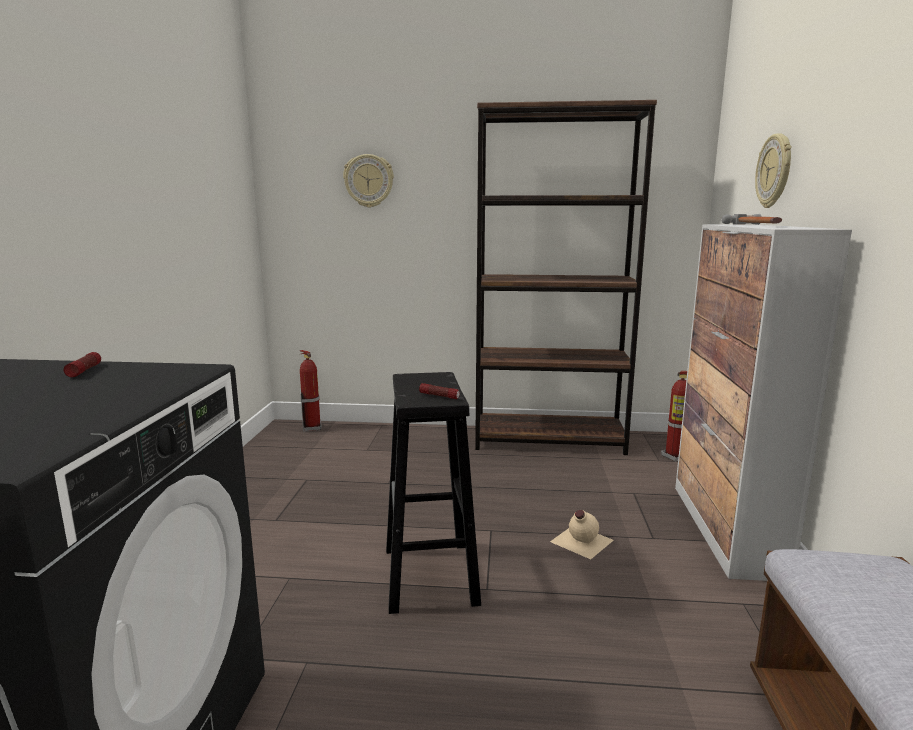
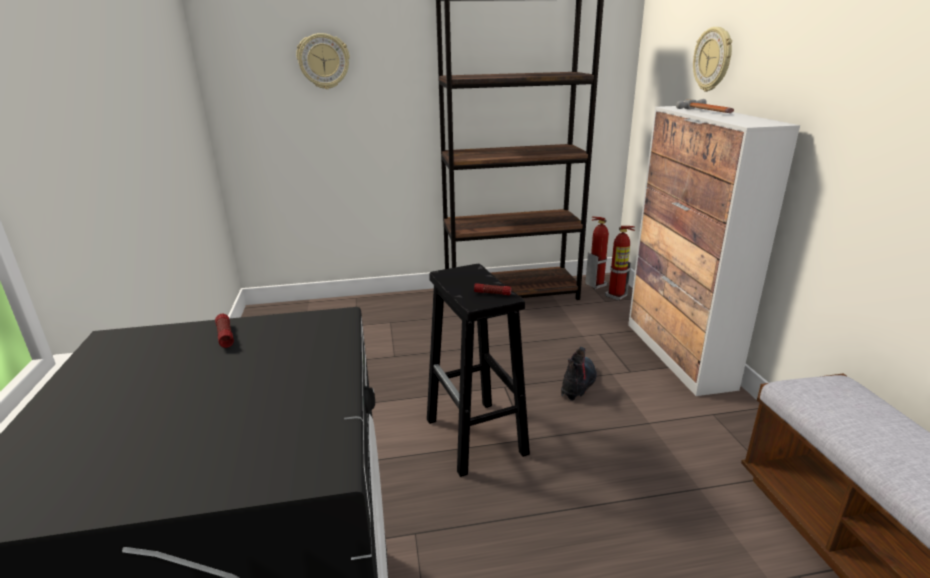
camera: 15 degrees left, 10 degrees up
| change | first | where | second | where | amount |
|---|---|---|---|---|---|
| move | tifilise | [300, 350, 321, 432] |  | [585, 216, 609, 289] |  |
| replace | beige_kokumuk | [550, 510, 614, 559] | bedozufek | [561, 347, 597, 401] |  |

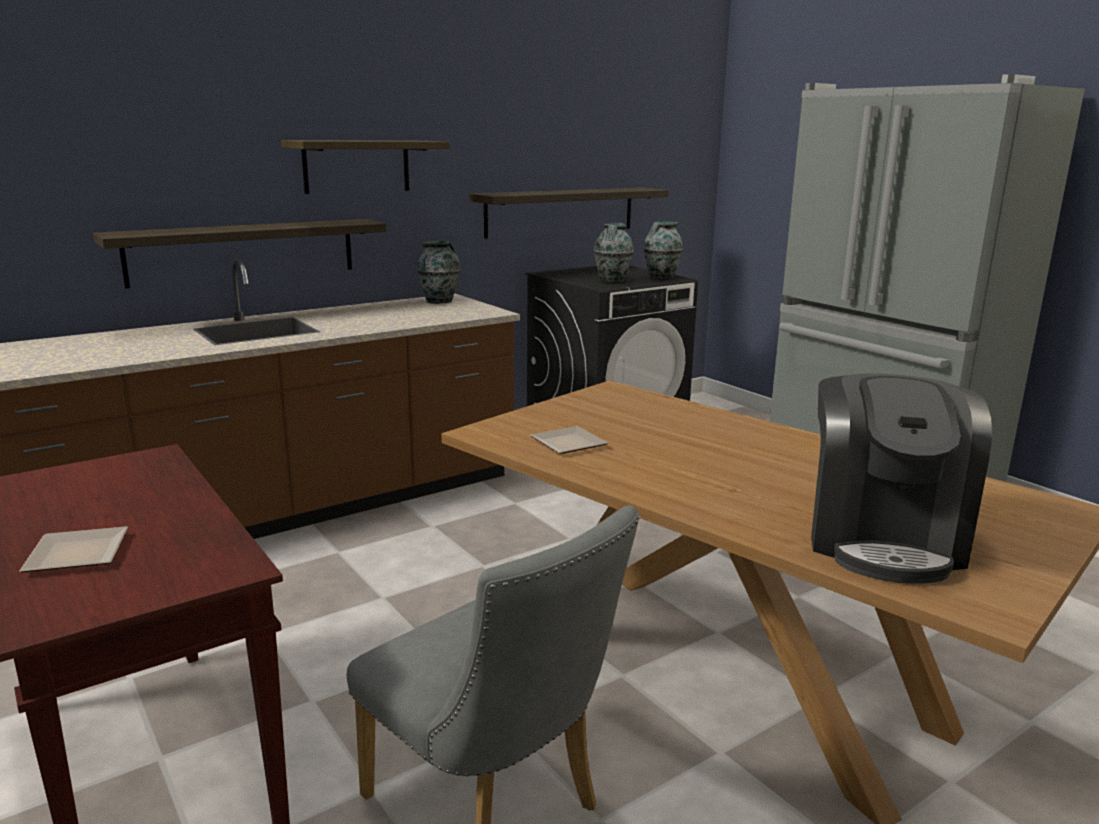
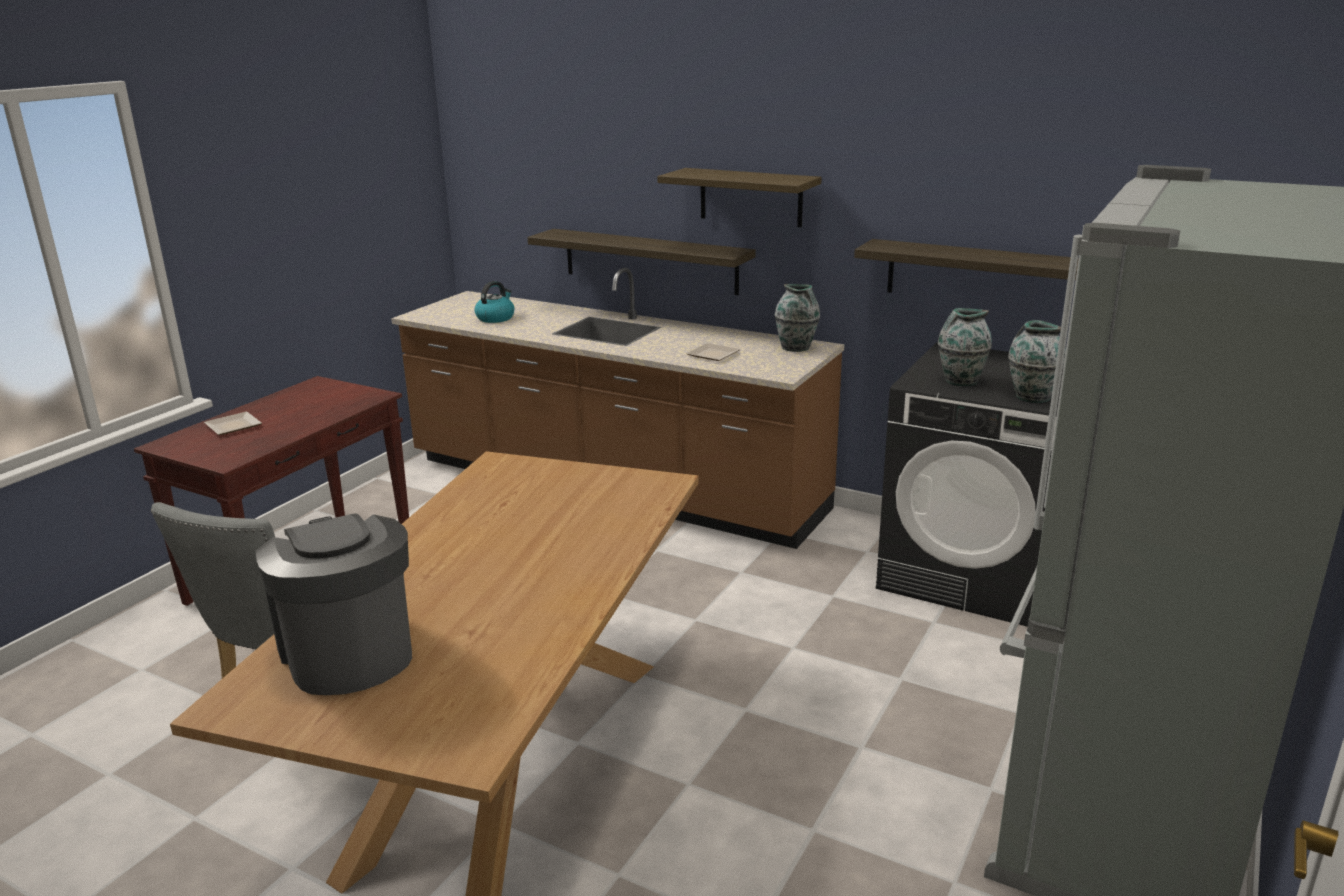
camera: 65 degrees right, 5 degrees up
| change | first | where | second | where | amount |
|---|---|---|---|---|---|
| rotate | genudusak | [811, 373, 992, 584] |  | [256, 513, 412, 695] | 75 degrees clockwise |
| move | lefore | [530, 426, 608, 454] |  | [686, 343, 740, 361] |  |
| insert |  |  | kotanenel | [474, 281, 514, 323] |  |

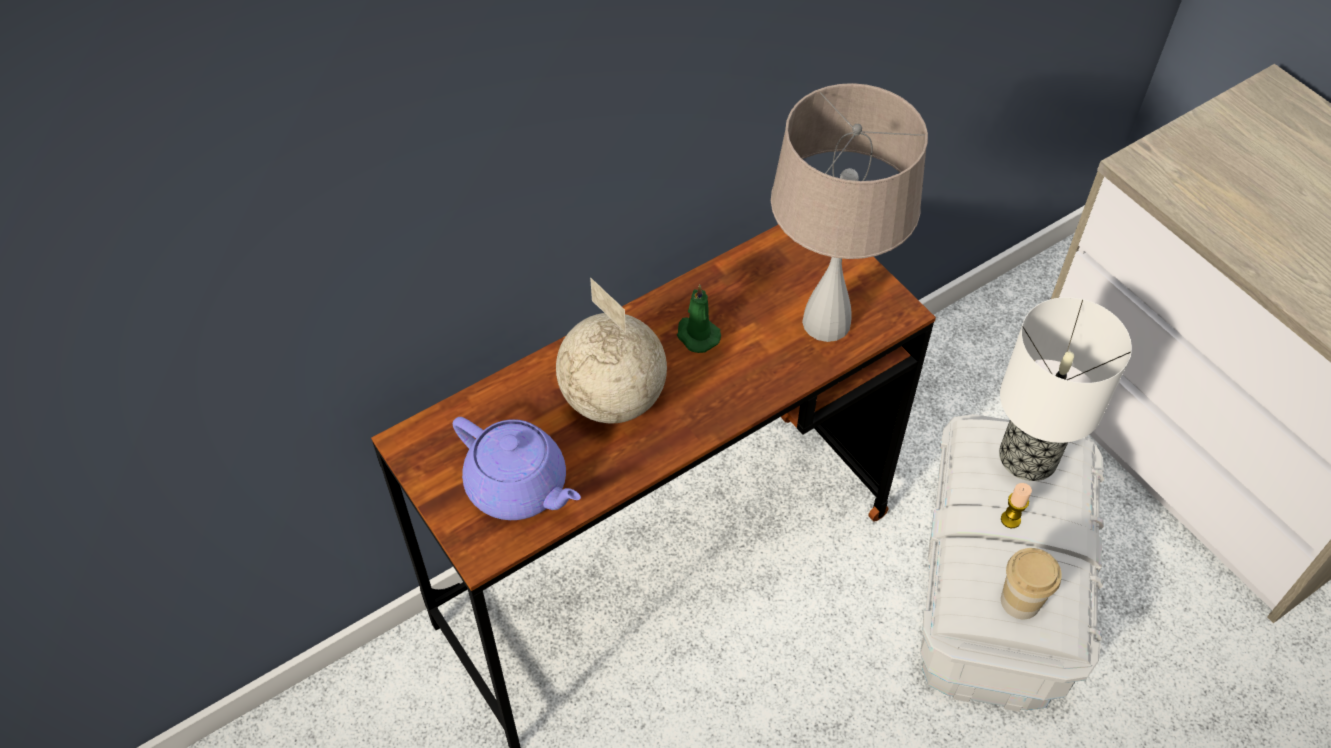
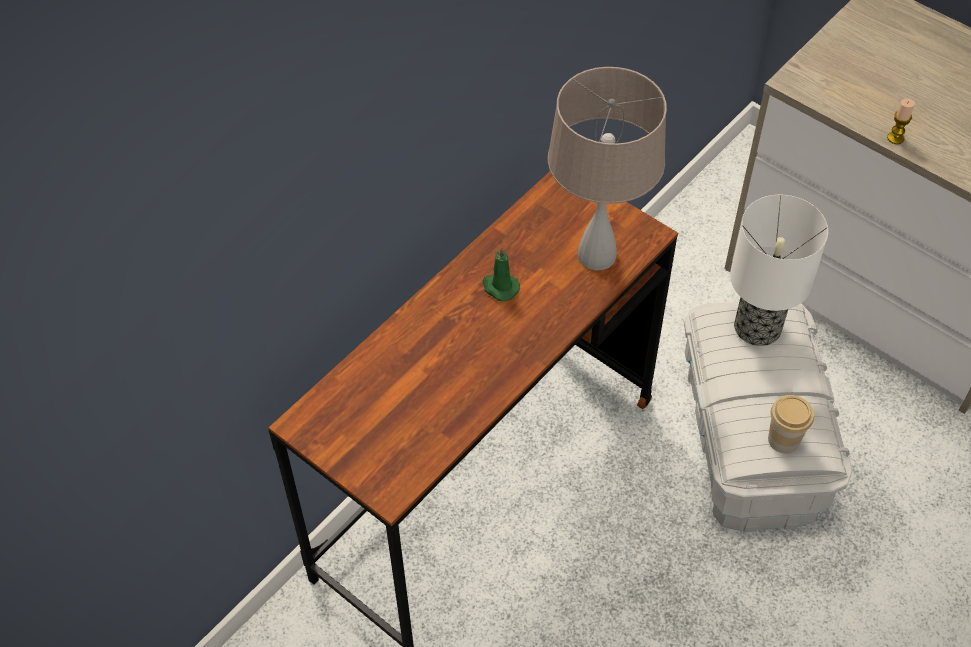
camera: 15 degrees left, 0 degrees up
| change | first | where | second | where | amount |
|---|---|---|---|---|---|
| delete | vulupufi | [556, 277, 667, 423] |  |  |  |
| delete | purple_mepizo | [453, 417, 581, 520] |  |  |  |
| move | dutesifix | [1001, 483, 1032, 528] |  | [887, 99, 915, 144] |  |

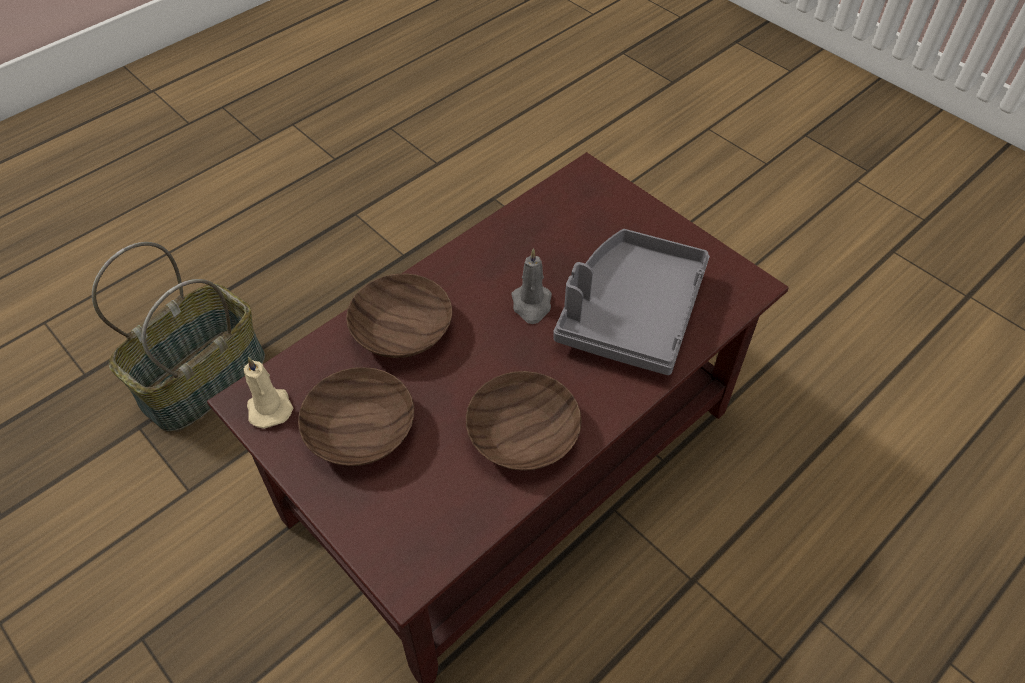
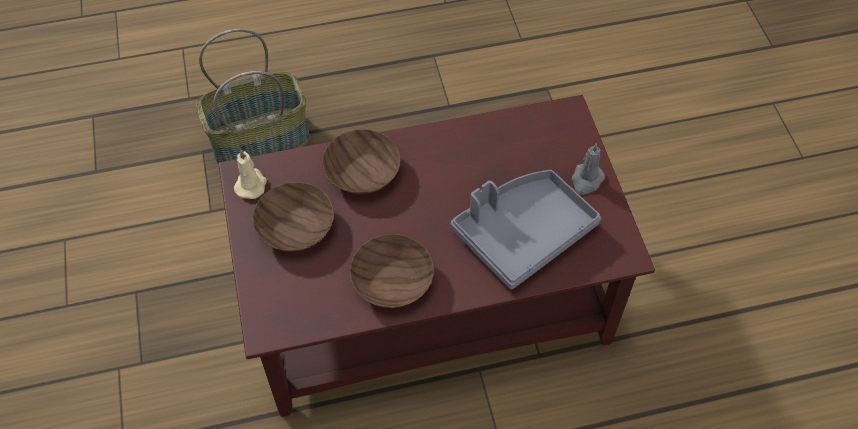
camera: 30 degrees right, 5 degrees up
| change | first | where | second | where | amount |
|---|---|---|---|---|---|
| move | grey_dutesifix | [512, 248, 552, 324] |  | [571, 142, 605, 195] |  |

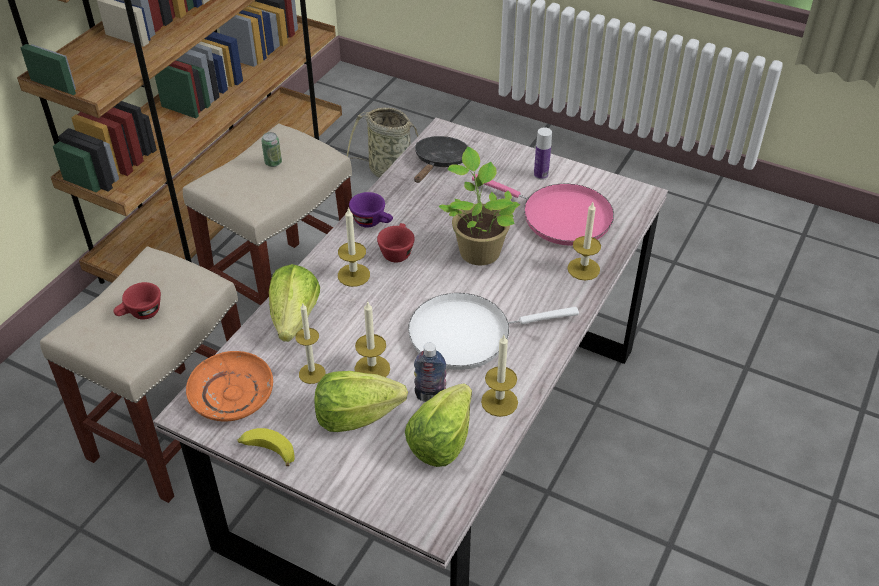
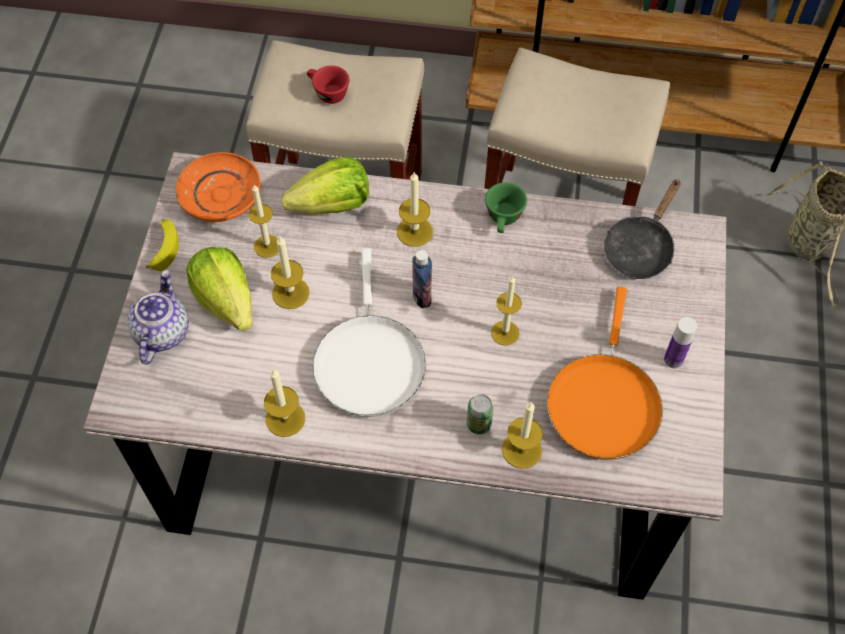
camera: 70 degrees right, 15 degrees up
| change | first | where | second | where | amount |
|---|---|---|---|---|---|
| move | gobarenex | [261, 132, 282, 167] |  | [467, 394, 494, 434] |  |
| rotate | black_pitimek | [414, 136, 468, 183] |  | [604, 179, 680, 279] | 120 degrees clockwise |
| replace | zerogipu | [439, 147, 520, 265] | dutesifix | [491, 276, 522, 346] |  |
| recolor | pink_pitimek | [472, 174, 614, 246] | orange_pitimek | [547, 286, 663, 460] |  |
| recolor | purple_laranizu | [349, 192, 393, 227] | green_laranizu | [485, 182, 527, 233] |  |
| delete | red_laranizu | [377, 223, 415, 262] |  |  |  |
| rotate | white_pitimek | [408, 293, 579, 370] |  | [312, 248, 426, 417] | 150 degrees counterclockwise |
| move | kokumuk | [414, 342, 447, 402] |  | [412, 250, 432, 308] |  |
| delete | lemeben | [405, 384, 472, 467] |  |  |  |
| insert |  |  | mepizo | [127, 270, 189, 364] |  |

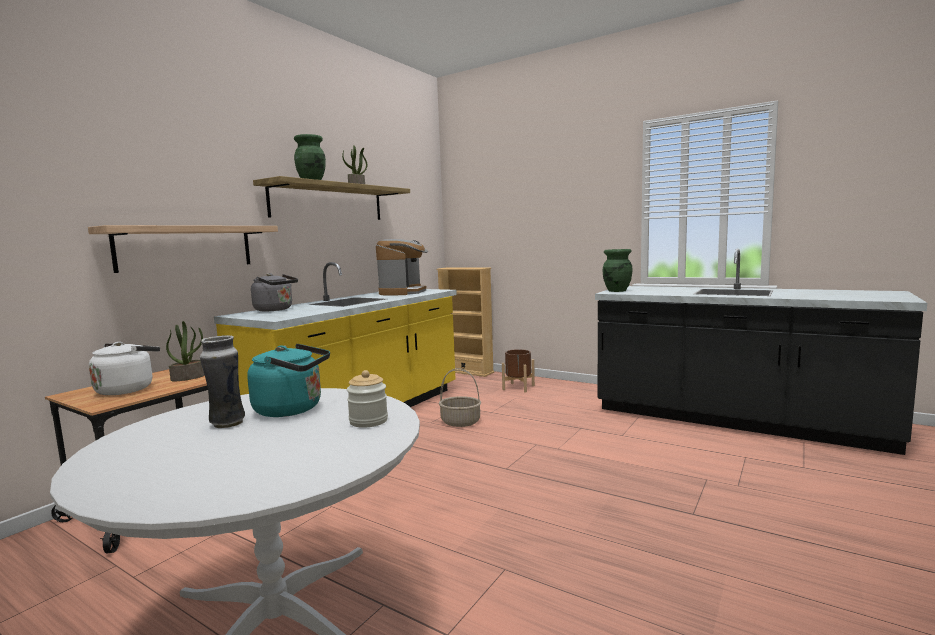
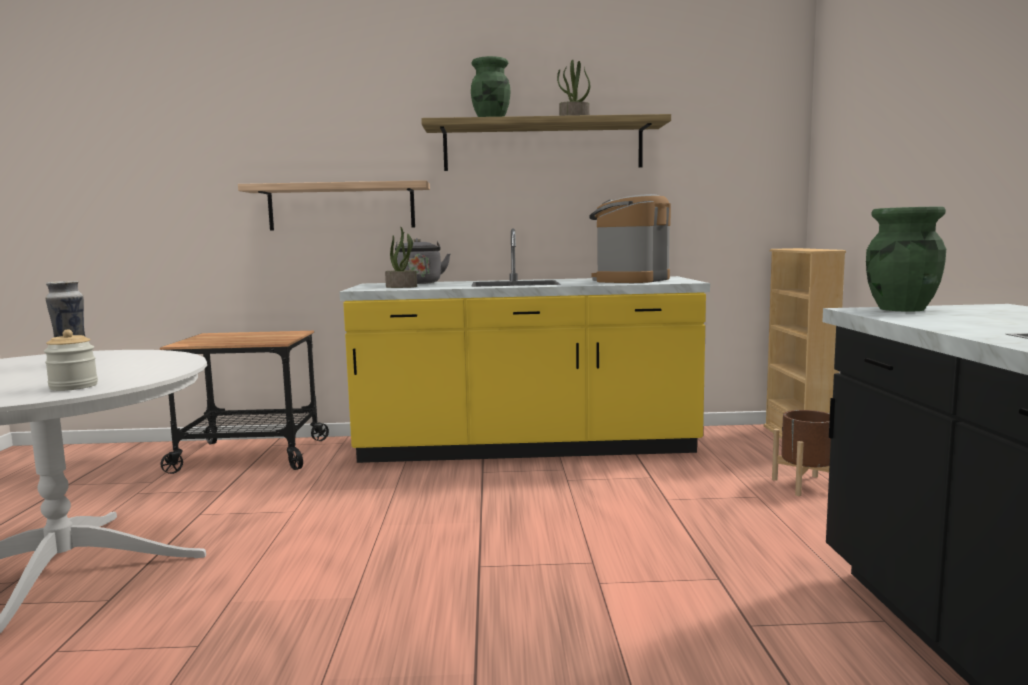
camera: 55 degrees right, 0 degrees up
| change | first | where | second | where | amount |
|---|---|---|---|---|---|
| rotate | genudusak | [376, 239, 428, 295] |  | [589, 194, 671, 283] | 150 degrees clockwise |
| move | zerogipu | [166, 321, 205, 381] |  | [385, 227, 417, 288] |  |
| delete | white_kotanenel | [89, 342, 160, 395] |  |  |  |
| delete | turquoise_kotanenel | [247, 344, 330, 417] |  |  |  |
| delete | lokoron | [439, 368, 481, 427] |  |  |  |

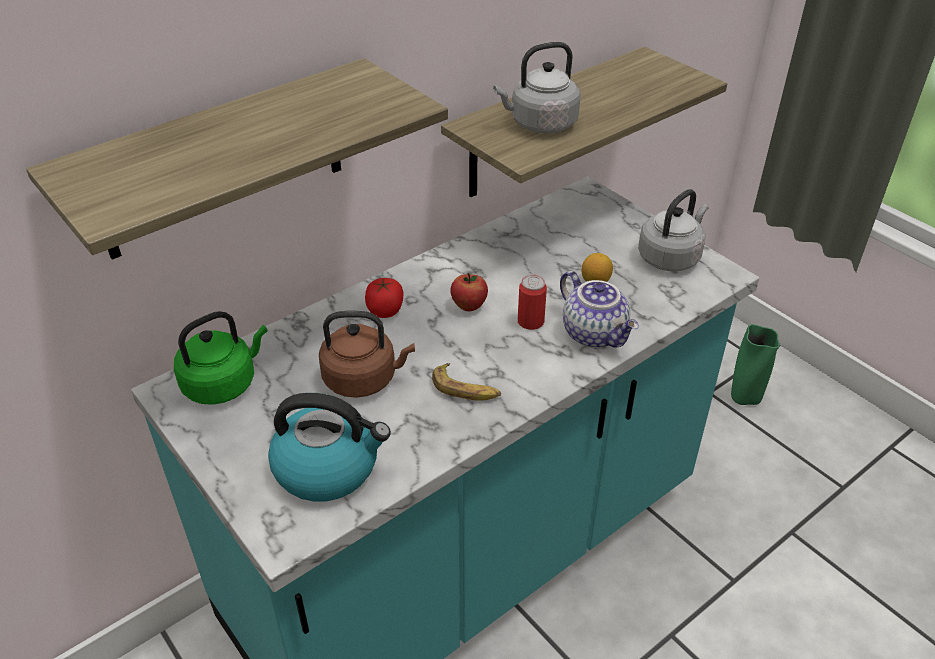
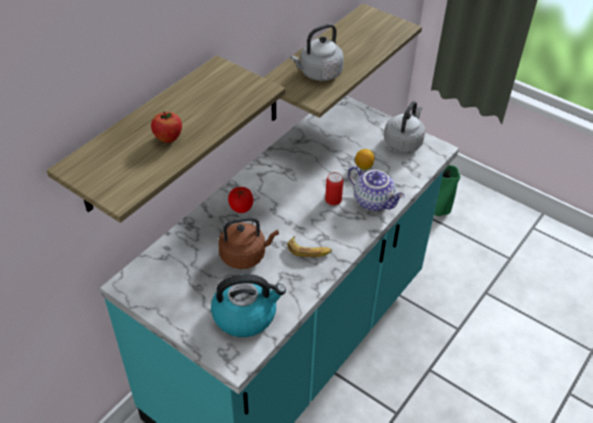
camera: 15 degrees left, 5 degrees up
| change | first | where | second | where | amount |
|---|---|---|---|---|---|
| move | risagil | [450, 273, 488, 311] |  | [151, 112, 182, 143] |  |
| delete | green_kotanenel | [174, 311, 267, 405] |  |  |  |

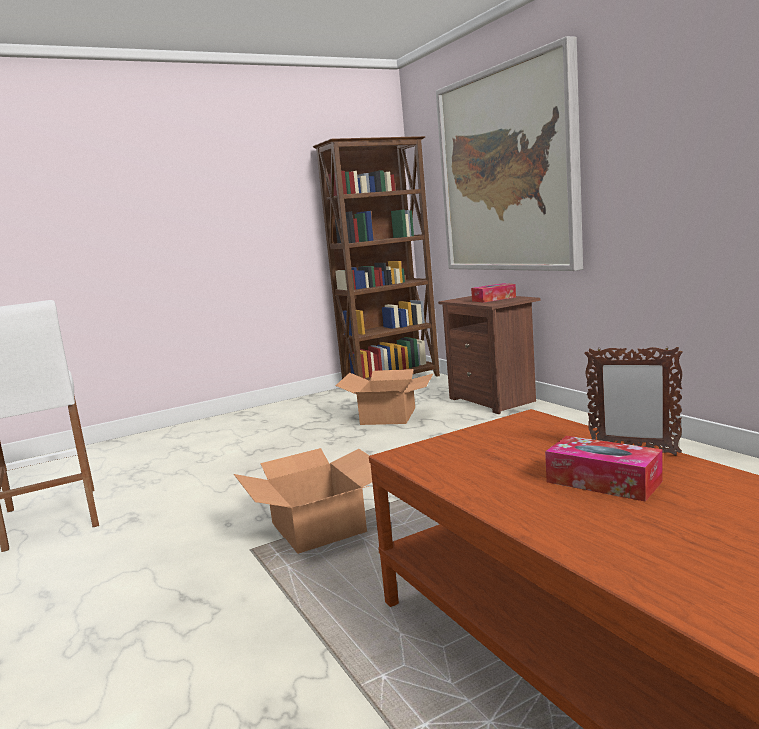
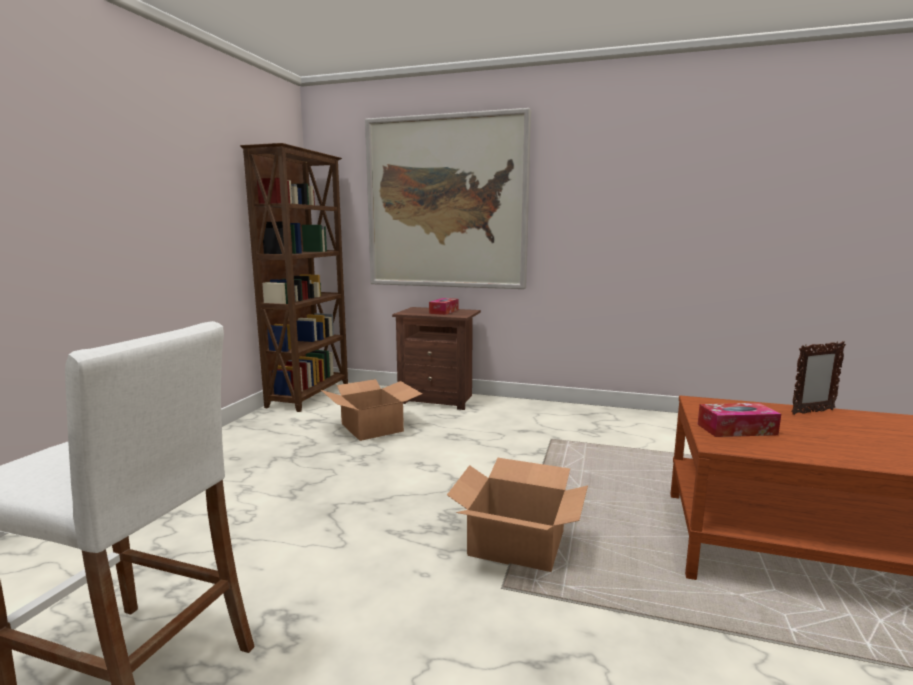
camera: 45 degrees left, 0 degrees up
| change | first | where | second | where | amount |
|---|---|---|---|---|---|
| move | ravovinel | [545, 436, 663, 502] |  | [698, 403, 781, 437] |  |

